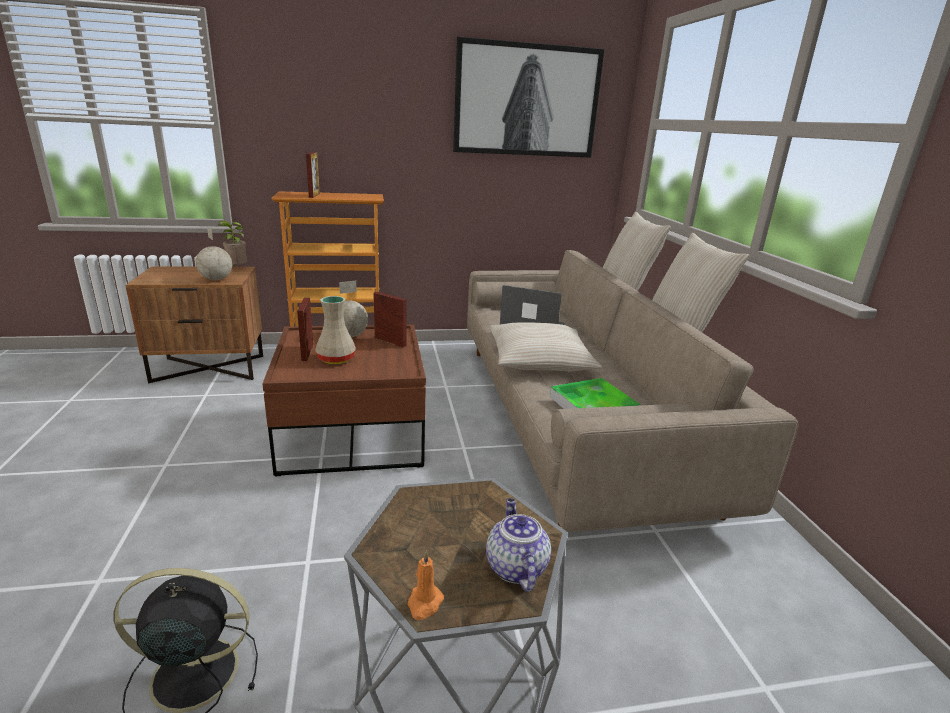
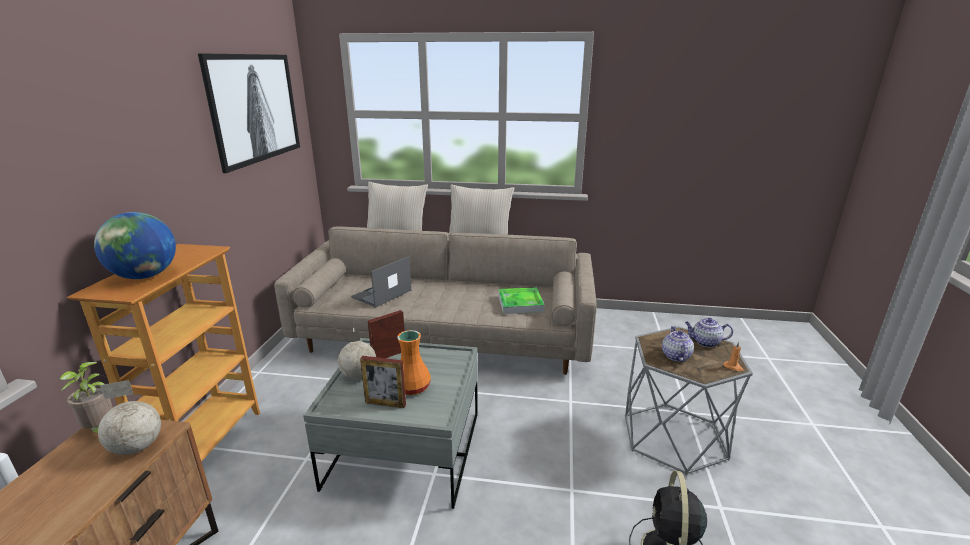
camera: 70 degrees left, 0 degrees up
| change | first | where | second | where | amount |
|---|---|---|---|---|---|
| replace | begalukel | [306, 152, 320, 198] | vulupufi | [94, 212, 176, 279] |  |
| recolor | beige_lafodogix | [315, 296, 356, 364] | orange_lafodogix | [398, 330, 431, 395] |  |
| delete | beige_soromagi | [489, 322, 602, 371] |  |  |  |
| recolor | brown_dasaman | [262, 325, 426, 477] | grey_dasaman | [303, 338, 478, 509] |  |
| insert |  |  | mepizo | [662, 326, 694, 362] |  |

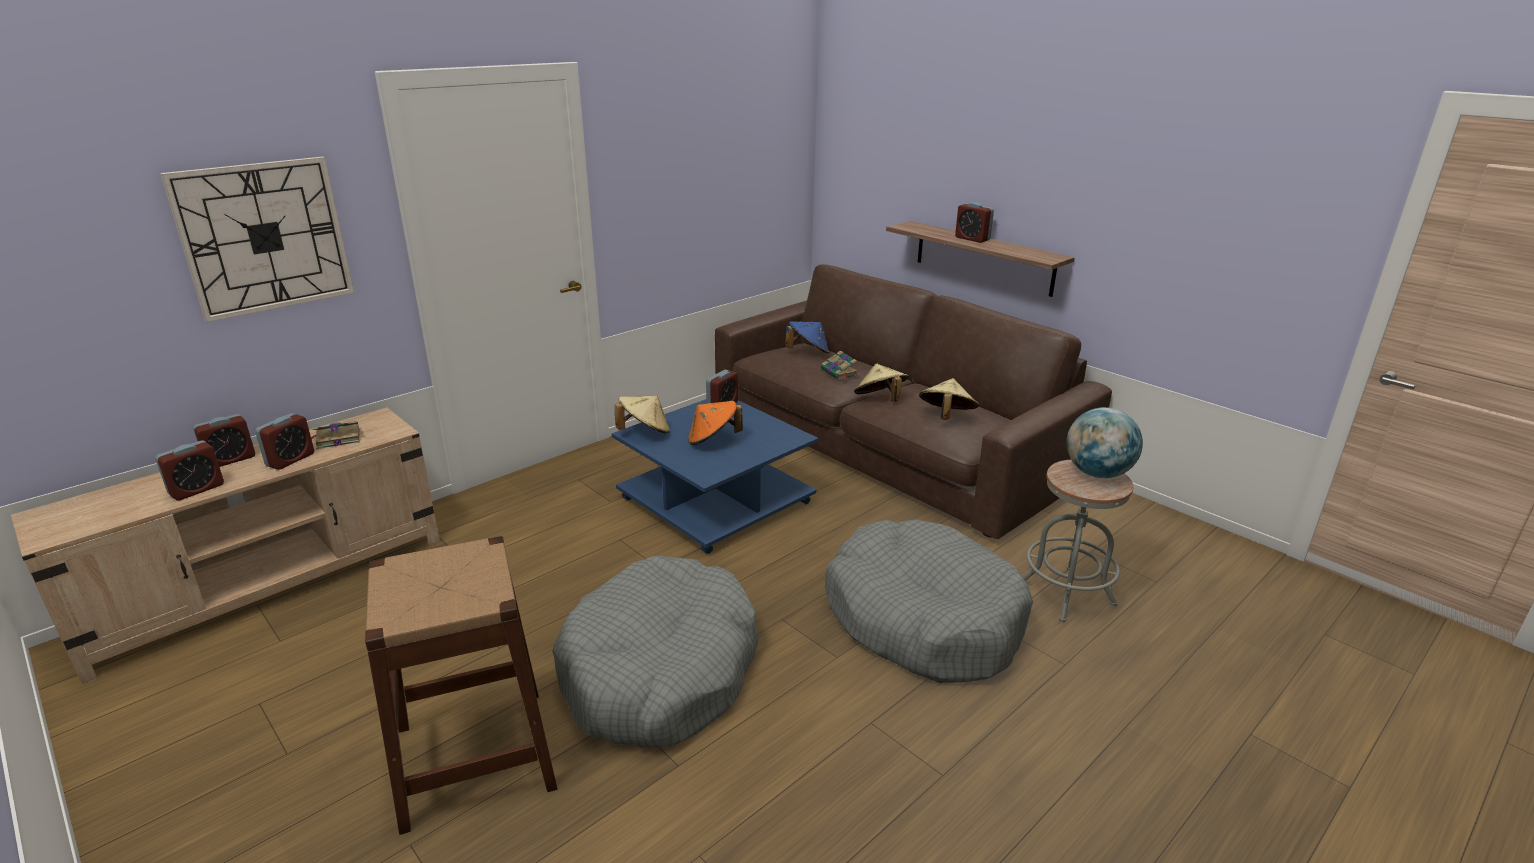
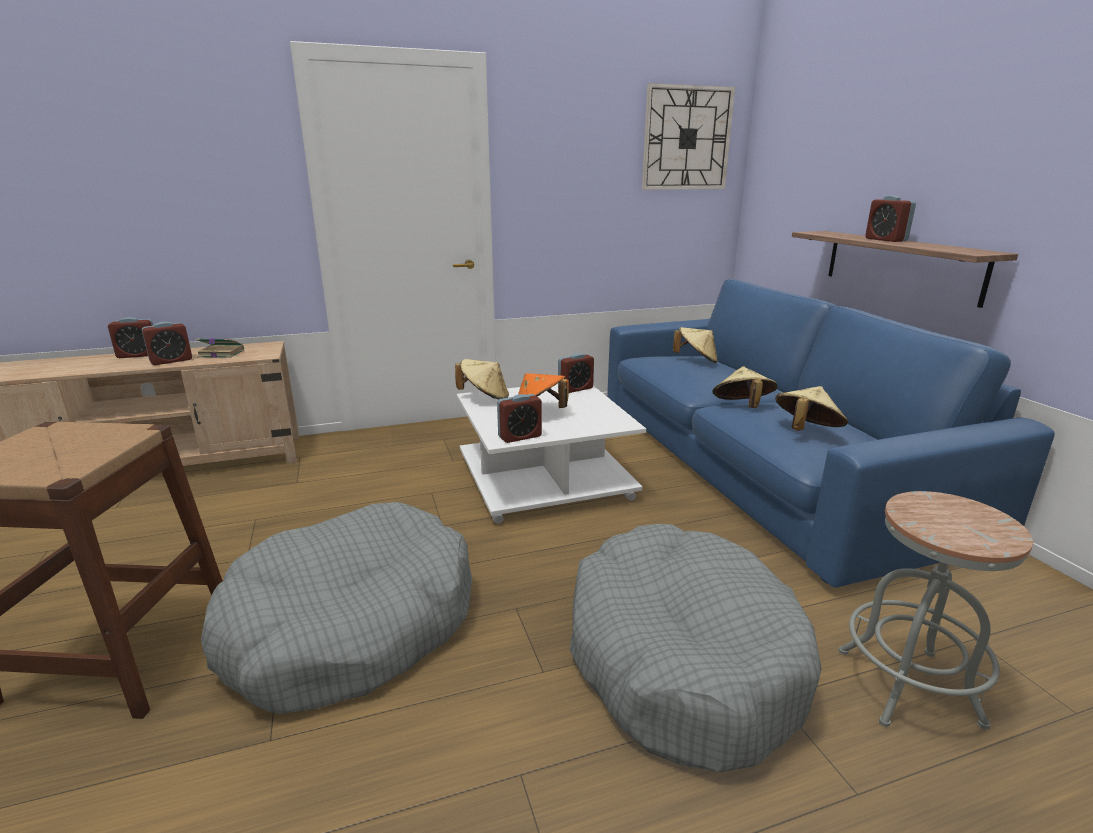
camera: 25 degrees right, 5 degrees down
| change | first | where | second | where | amount |
|---|---|---|---|---|---|
| move | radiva | [160, 157, 354, 322] |  | [642, 83, 735, 190] |  |
| recolor | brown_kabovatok | [715, 264, 1112, 539] | blue_kabovatok | [607, 279, 1055, 588] |  |
| recolor | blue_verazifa | [785, 321, 829, 354] | beige_verazifa | [673, 327, 718, 363] |  |
| delete | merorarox | [821, 350, 858, 380] |  |  |  |
| recolor | blue_dasaman | [612, 399, 818, 554] | white_dasaman | [457, 383, 646, 524] |  |
| delete | vulupufi | [1066, 407, 1143, 478] |  |  |  |
| move | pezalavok | [155, 441, 224, 501] |  | [497, 394, 542, 443] |  |

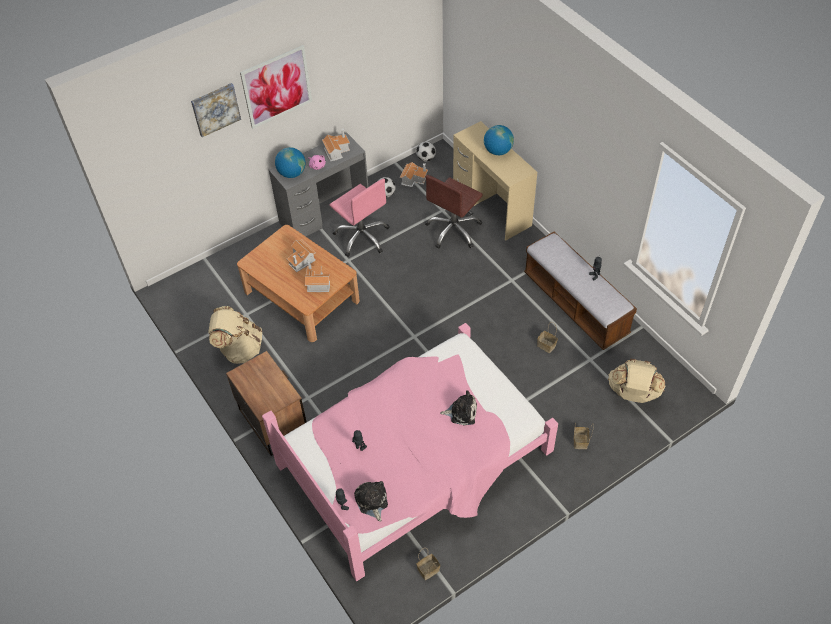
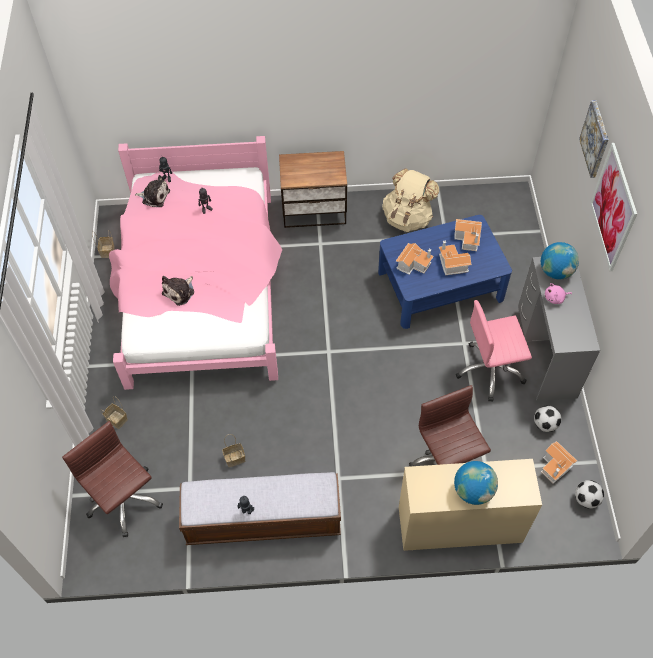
camera: 120 degrees right, 5 degrees up
| change | first | where | second | where | amount |
|---|---|---|---|---|---|
| move | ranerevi | [322, 129, 350, 161] |  | [454, 219, 482, 251] |  |
| recolor | brown_dasaman | [237, 225, 360, 342] | blue_dasaman | [378, 215, 512, 329] |  |
| replace | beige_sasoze | [608, 359, 665, 403] | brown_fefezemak | [62, 421, 163, 537] |  |

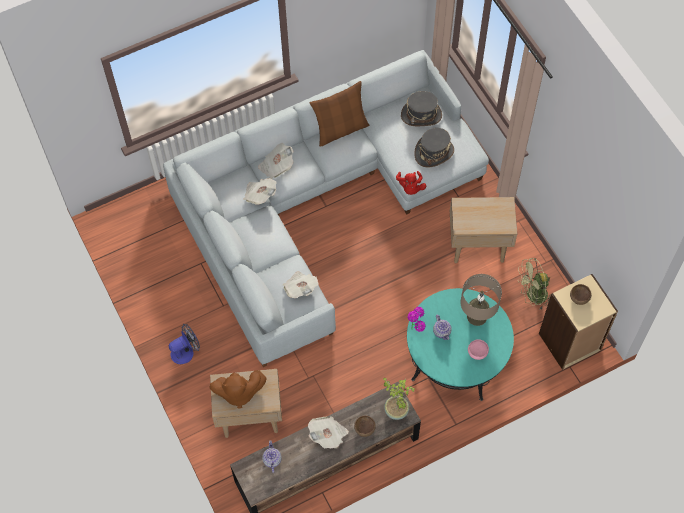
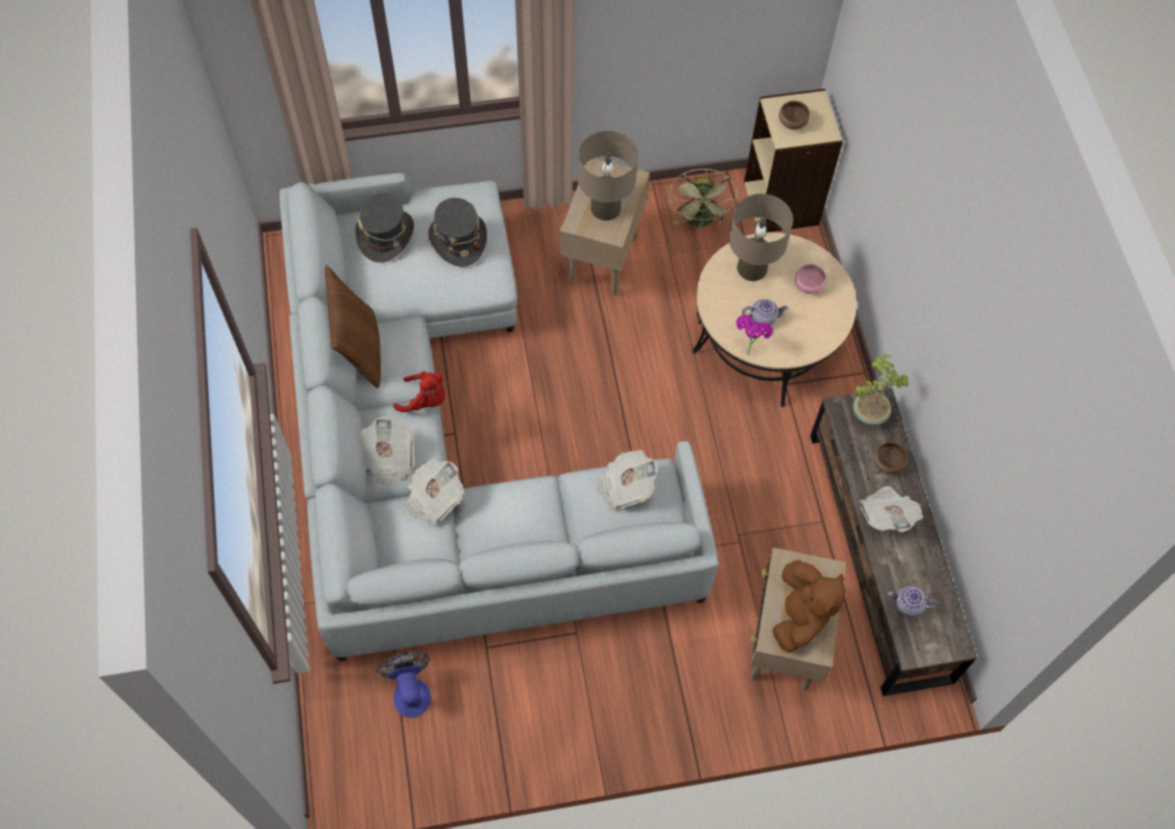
camera: 75 degrees left, 0 degrees up
| change | first | where | second | where | amount |
|---|---|---|---|---|---|
| move | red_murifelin | [396, 171, 426, 195] |  | [393, 371, 445, 412] |  |
| recolor | turquoise_dasaman | [407, 288, 514, 401] | beige_dasaman | [692, 232, 856, 407] |  |
| move | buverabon | [169, 324, 200, 364] |  | [377, 651, 431, 718] |  |
| insert |  |  | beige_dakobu | [578, 131, 638, 221] |  |

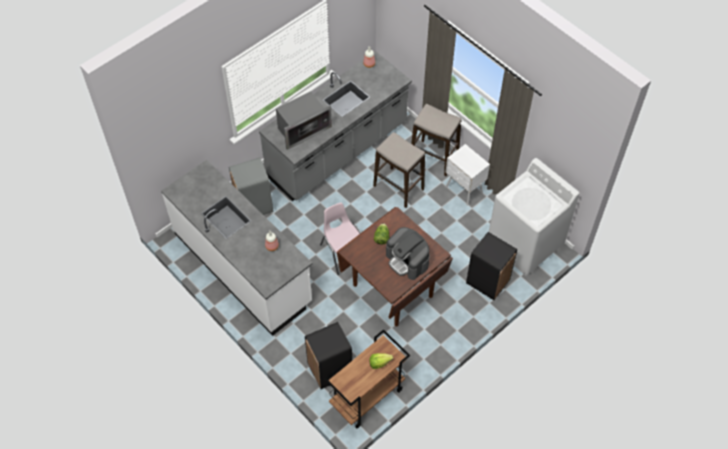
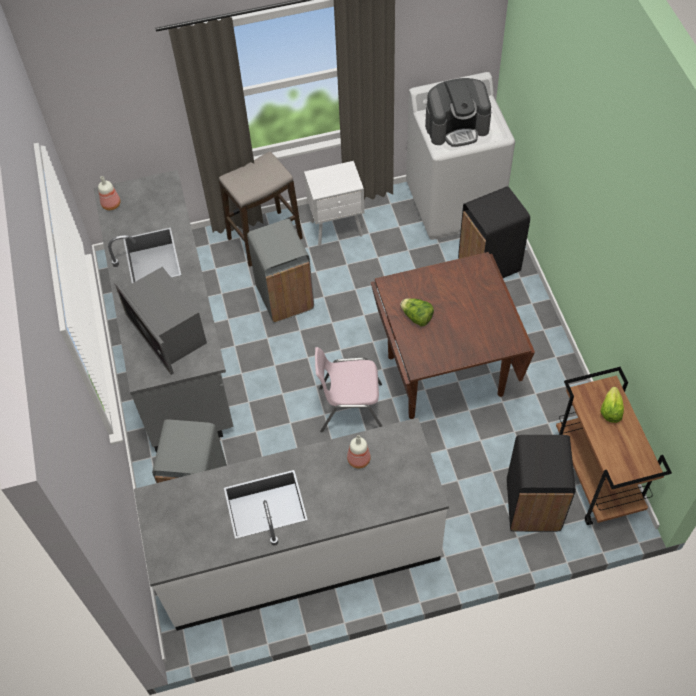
camera: 60 degrees left, 0 degrees up
| change | first | where | second | where | amount |
|---|---|---|---|---|---|
| rotate | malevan | [276, 91, 332, 150] |  | [114, 267, 207, 375] | 150 degrees clockwise |
| replace | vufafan | [373, 132, 425, 208] | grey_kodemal | [247, 219, 314, 323] |  |
| move | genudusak | [386, 227, 430, 280] |  | [425, 78, 491, 147] |  |

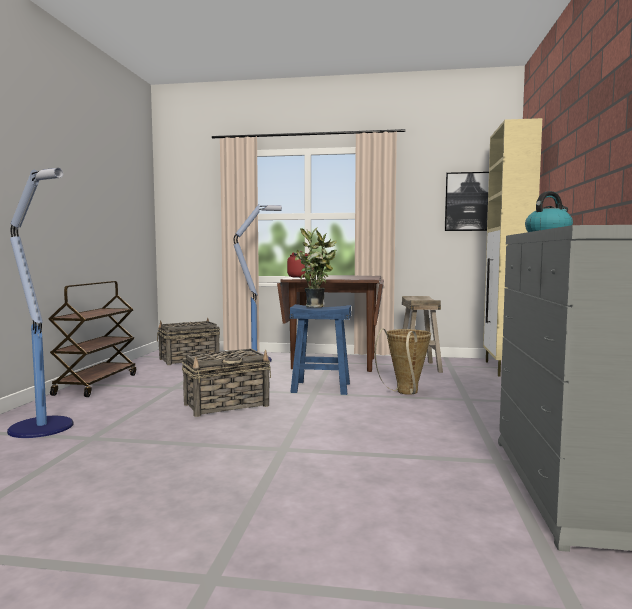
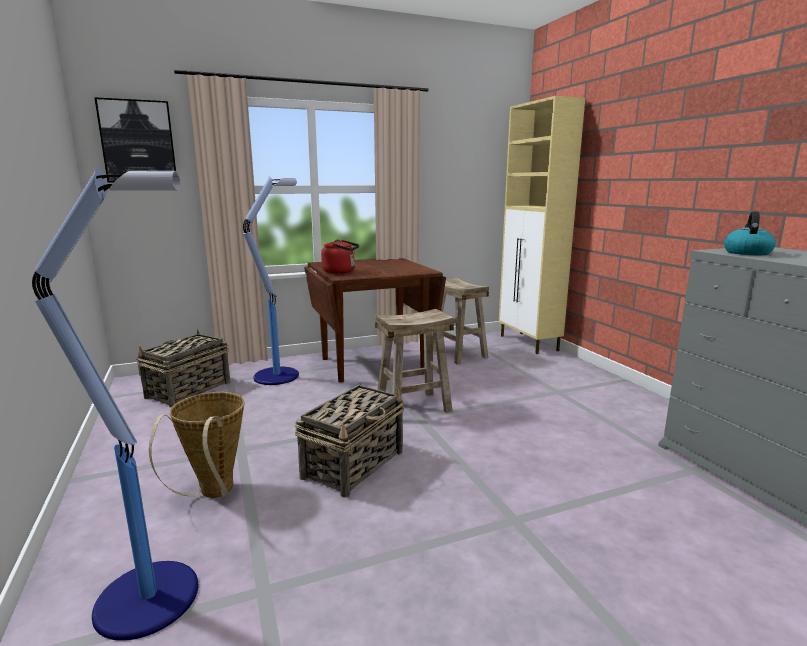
camera: 30 degrees left, 10 degrees up
| change | first | where | second | where | amount |
|---|---|---|---|---|---|
| move | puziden | [445, 172, 489, 231] |  | [94, 97, 176, 183] |  |
| delete | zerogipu | [295, 227, 337, 307] |  |  |  |
| delete | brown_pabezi | [49, 281, 136, 397] |  |  |  |
| recolor | blue_vufafan | [289, 304, 352, 395] | beige_vufafan | [375, 309, 454, 413] |  |
| move | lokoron | [375, 328, 431, 395] |  | [149, 392, 245, 498] |  |

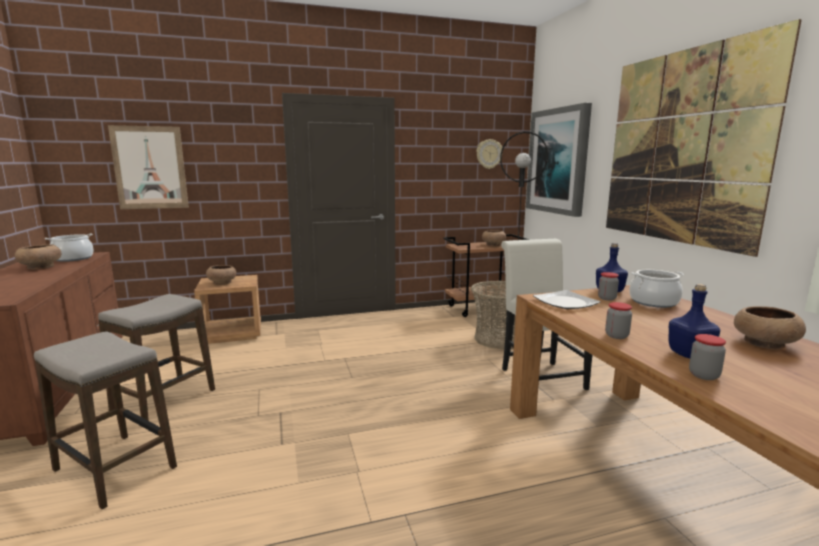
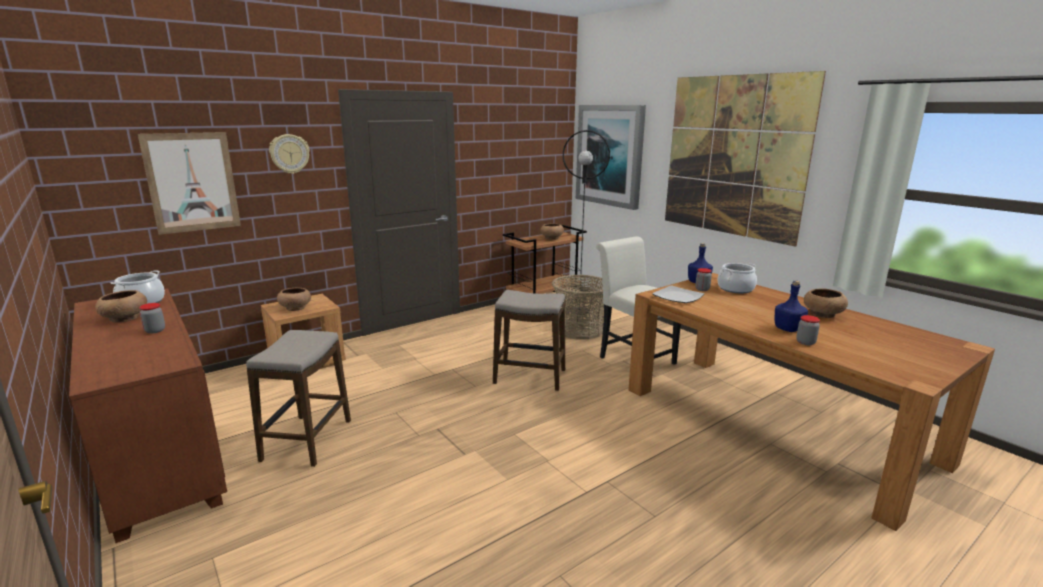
camera: 20 degrees left, 5 degrees up
| change | first | where | second | where | amount |
|---|---|---|---|---|---|
| move | radiva | [476, 139, 503, 169] |  | [269, 134, 310, 174] |  |
| move | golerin | [605, 302, 632, 339] |  | [139, 303, 165, 334] |  |
| move | vufafan | [34, 331, 177, 509] |  | [493, 290, 565, 391] |  |

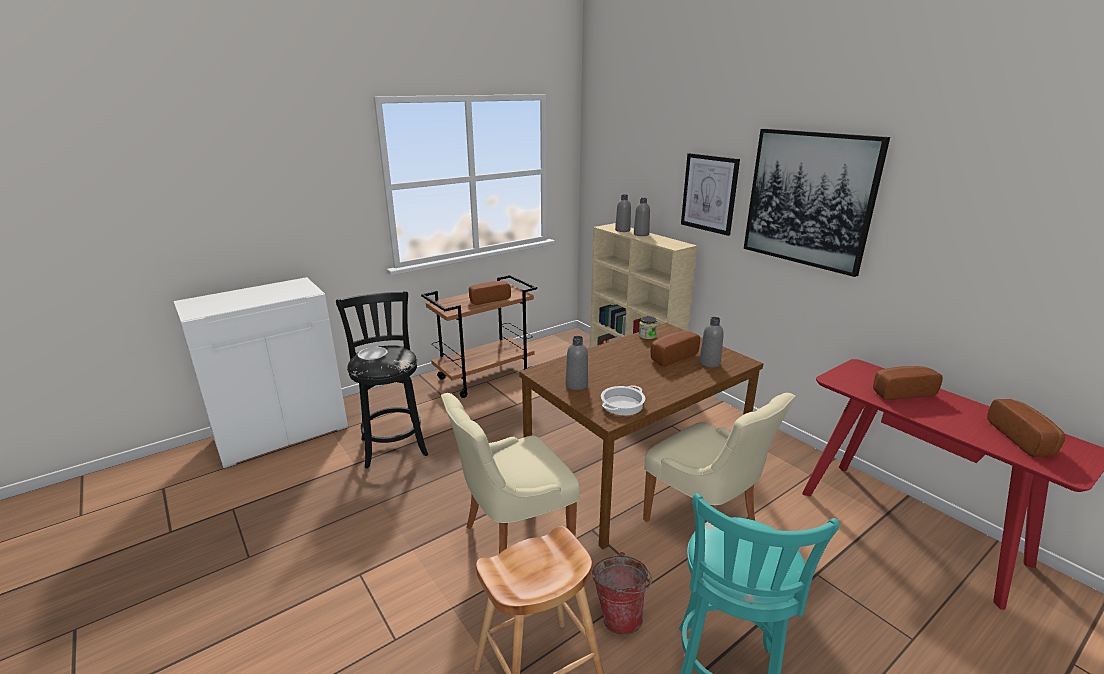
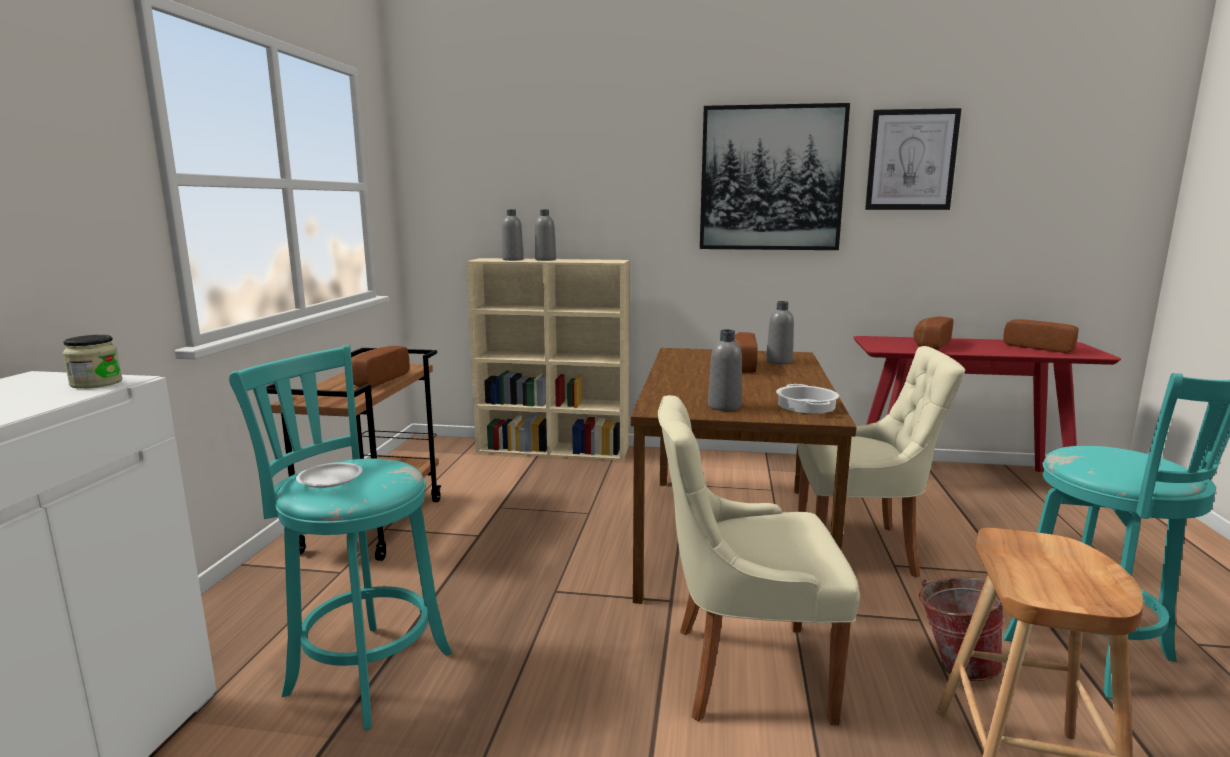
camera: 45 degrees left, 10 degrees down
| change | first | where | second | where | amount |
|---|---|---|---|---|---|
| move | puziden | [681, 153, 740, 236] |  | [865, 108, 961, 210] |  |
| recolor | black_vufafan | [336, 291, 428, 469] | turquoise_vufafan | [229, 345, 452, 730] |  |
| move | golerin | [639, 316, 657, 339] |  | [63, 335, 122, 389] |  |
| rotate | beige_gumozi | [441, 393, 580, 554] |  | [658, 395, 860, 725] | 75 degrees clockwise |

